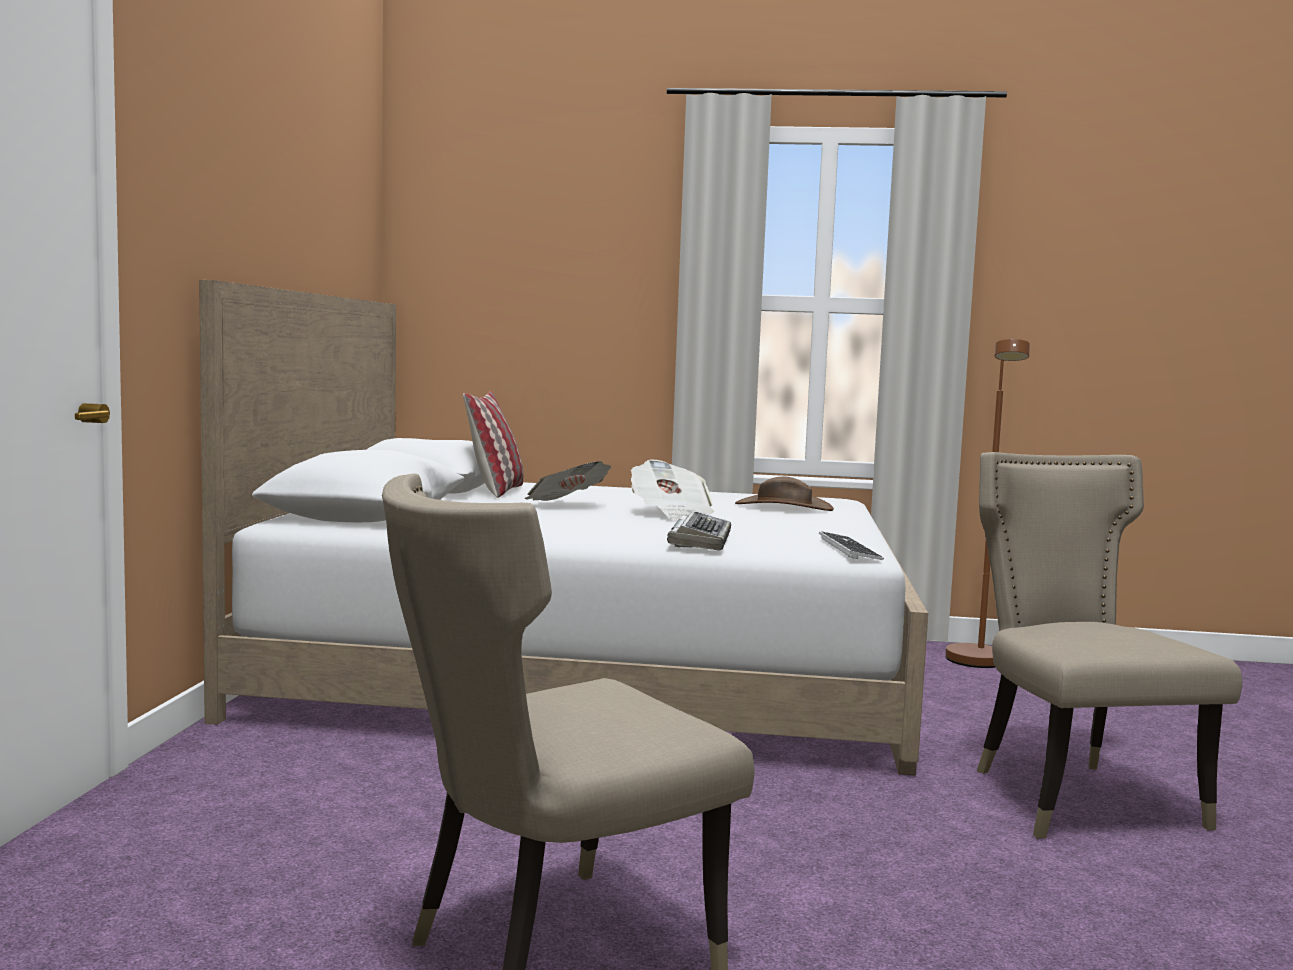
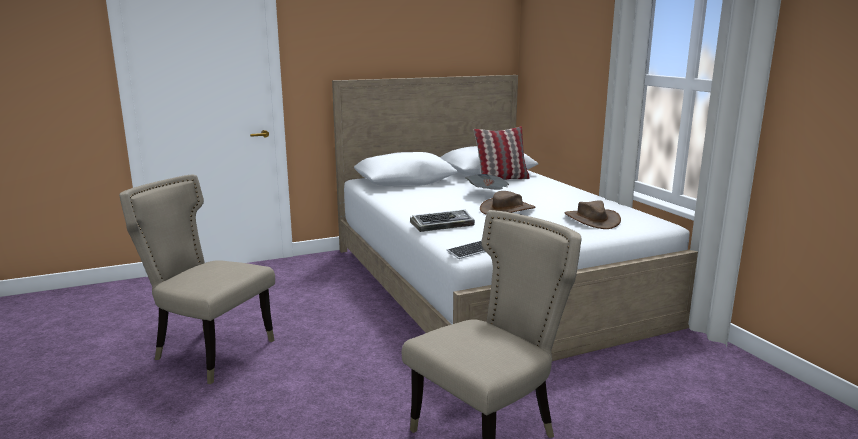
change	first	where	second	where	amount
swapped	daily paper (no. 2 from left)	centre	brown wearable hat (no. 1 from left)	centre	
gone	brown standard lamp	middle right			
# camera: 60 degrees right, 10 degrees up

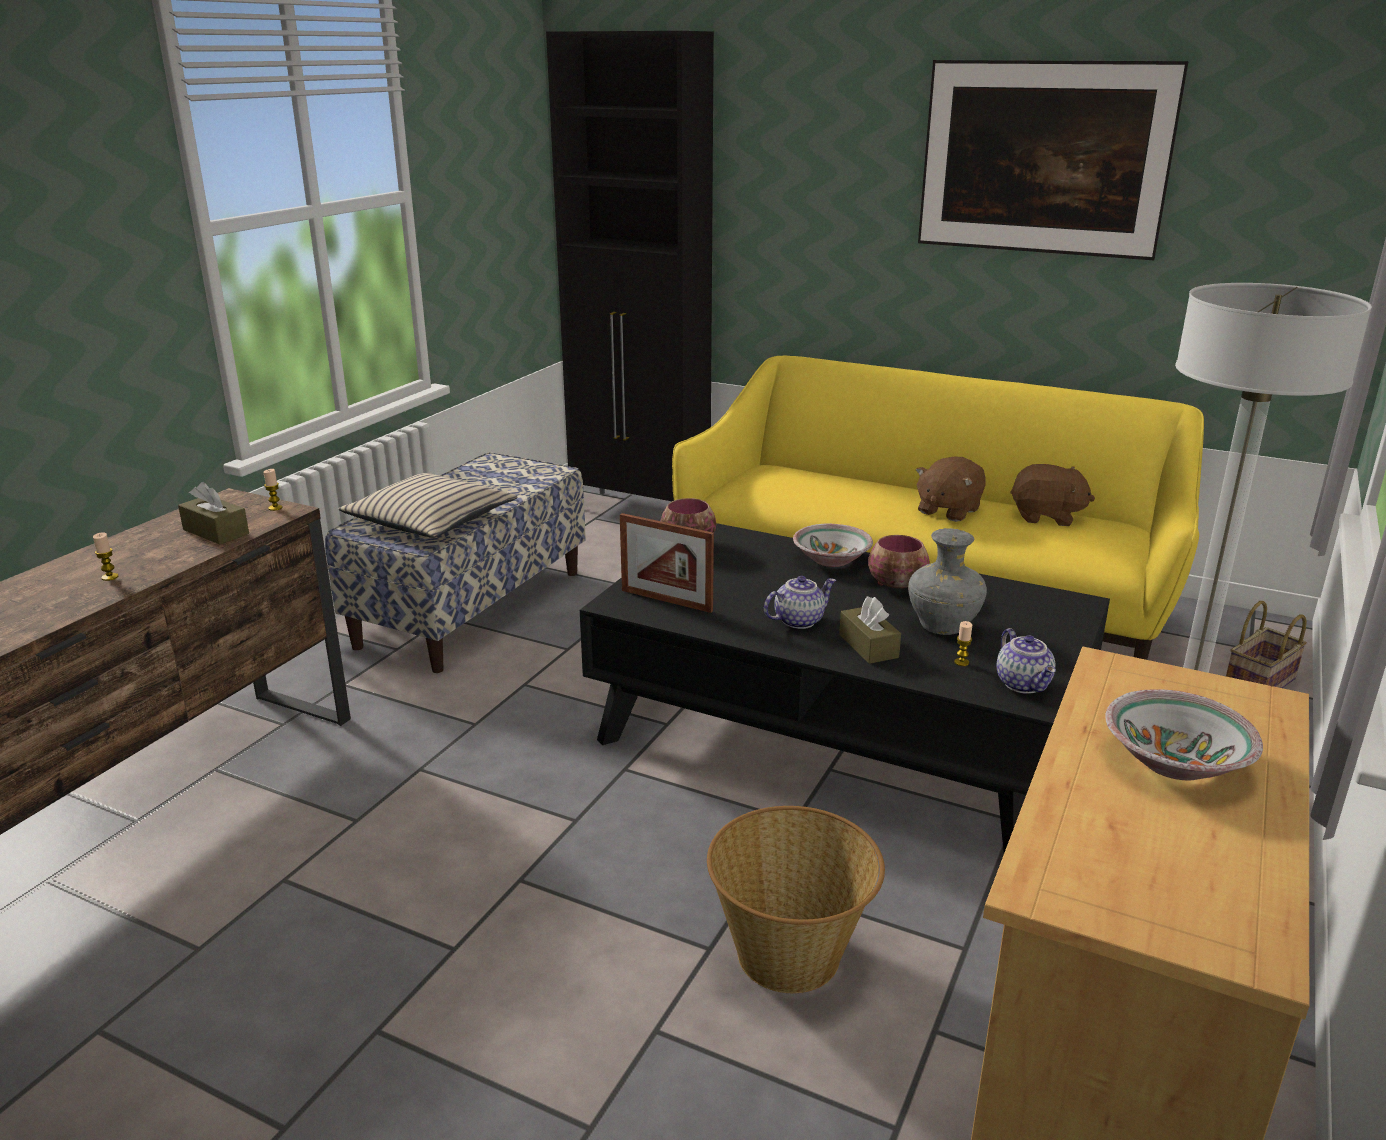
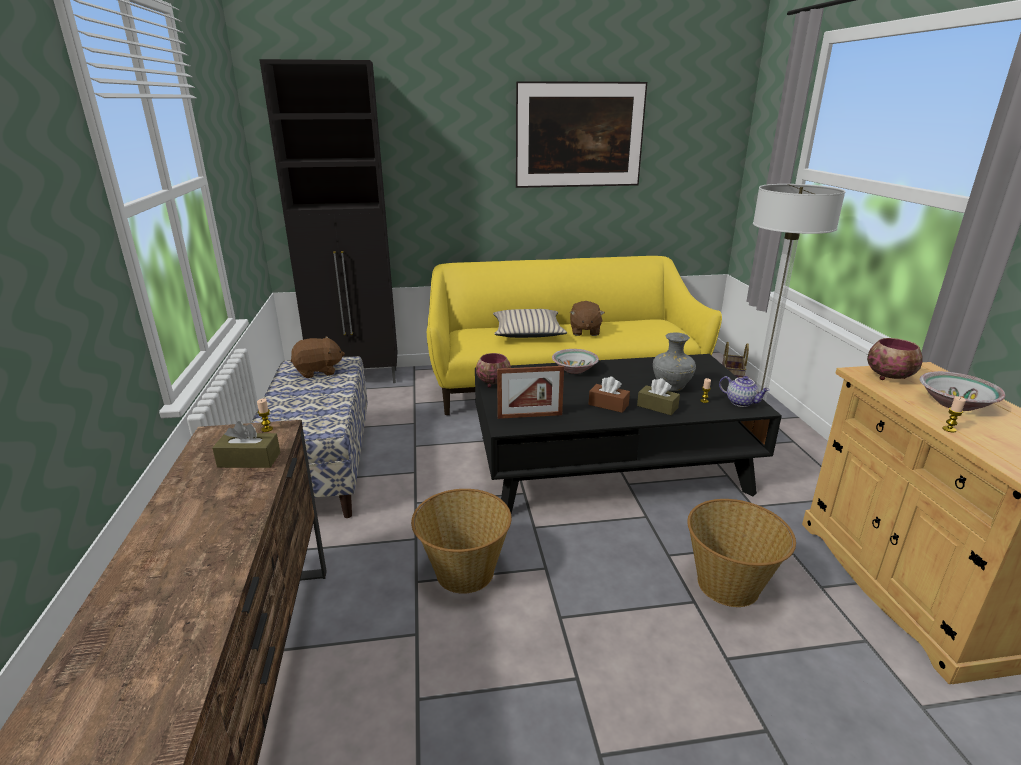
change	first	where	second	where	amount
shifted	wax candle (no. 1 from left in the first image)	middle left	wax candle (no. 3 from left)	middle right	
shifted	beige throw pillow	middle left		centre	
swapped	tea pot (no. 1 from left)	centre	brown box of tissues (no. 2 from left)	centre	
shifted	deep dish (no. 3 from left)	centre		middle right	
shifted	brown plush toy (no. 2 from left in the first image)	middle right	brown plush toy (no. 1 from left)	middle left	
new			basket (no. 1 from left)	bottom centre	
# camera: 35 degrees left, 0 degrees up

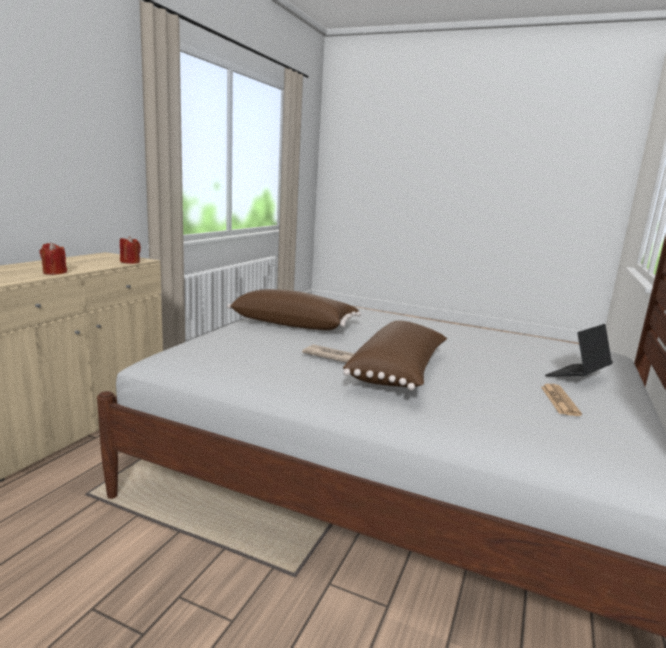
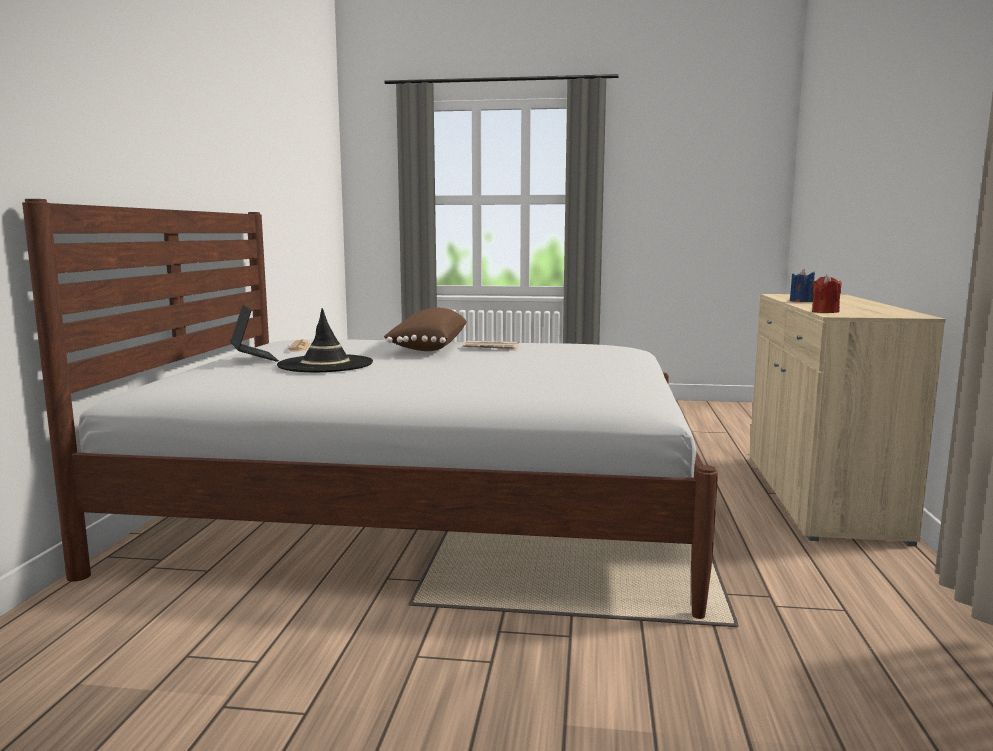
change	first	where	second	where	amount
repainted	red wax candle (no. 1 from left)	middle left	blue-coloured wax candle	middle right	
gone	brown throw pillow (no. 1 from left)	centre			
rotated	portable computer	middle right		middle left	60 degrees counterclockwise
new			black-coloured wearable hat	middle left	
# camera: 165 degrees right, 5 degrees down

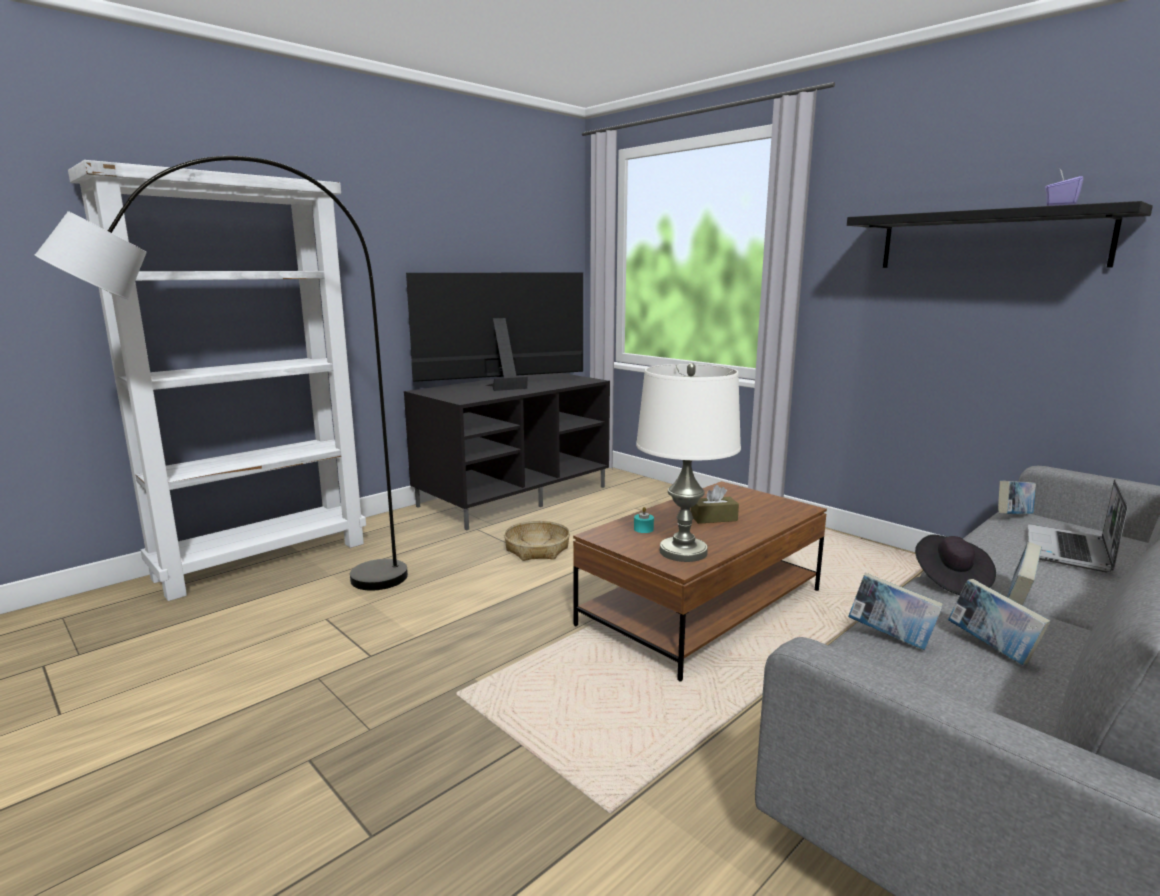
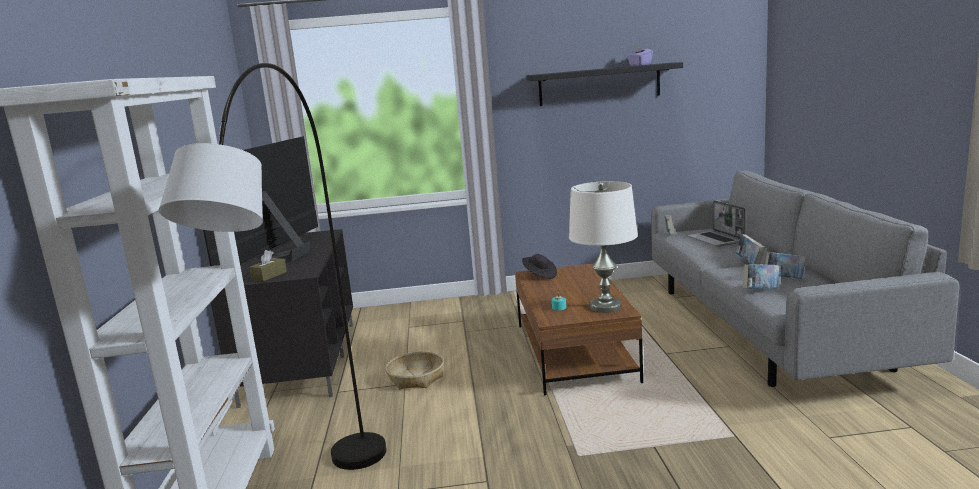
change	first	where	second	where	amount
shifted	brown box of tissues	centre		middle left	
shifted	black-coloured wearable hat	middle right		centre	
# camera: 50 degrees left, 0 degrees up

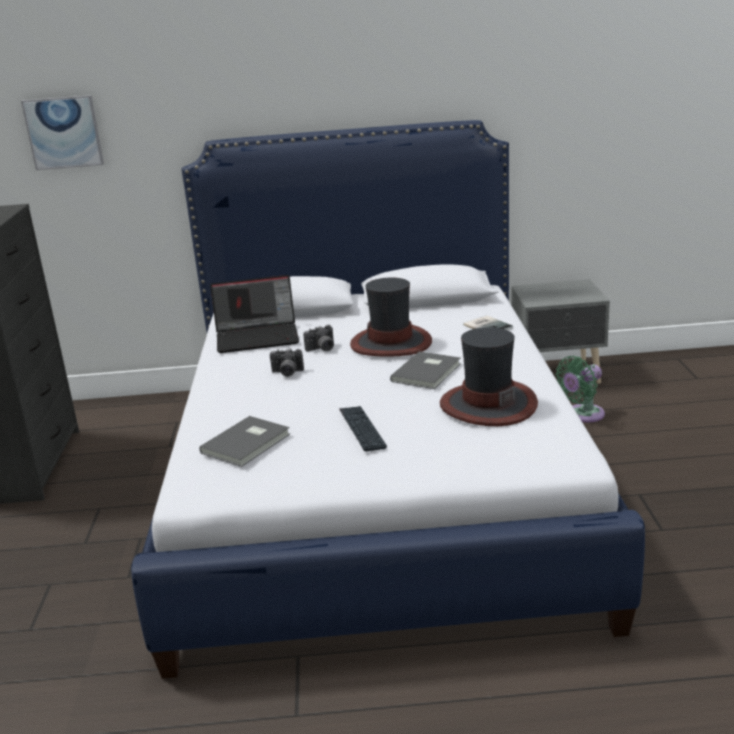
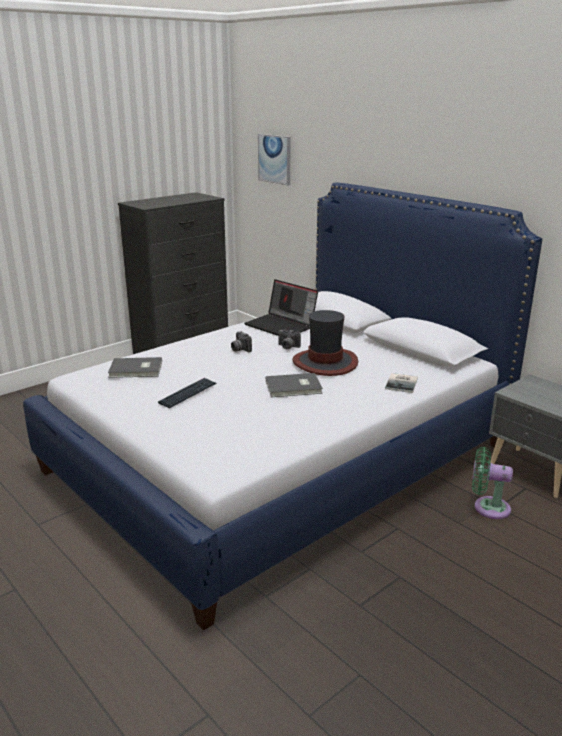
change	first	where	second	where	amount
gone	wearable hat (no. 2 from left)	centre			
# camera: 50 degrees right, 0 degrees up

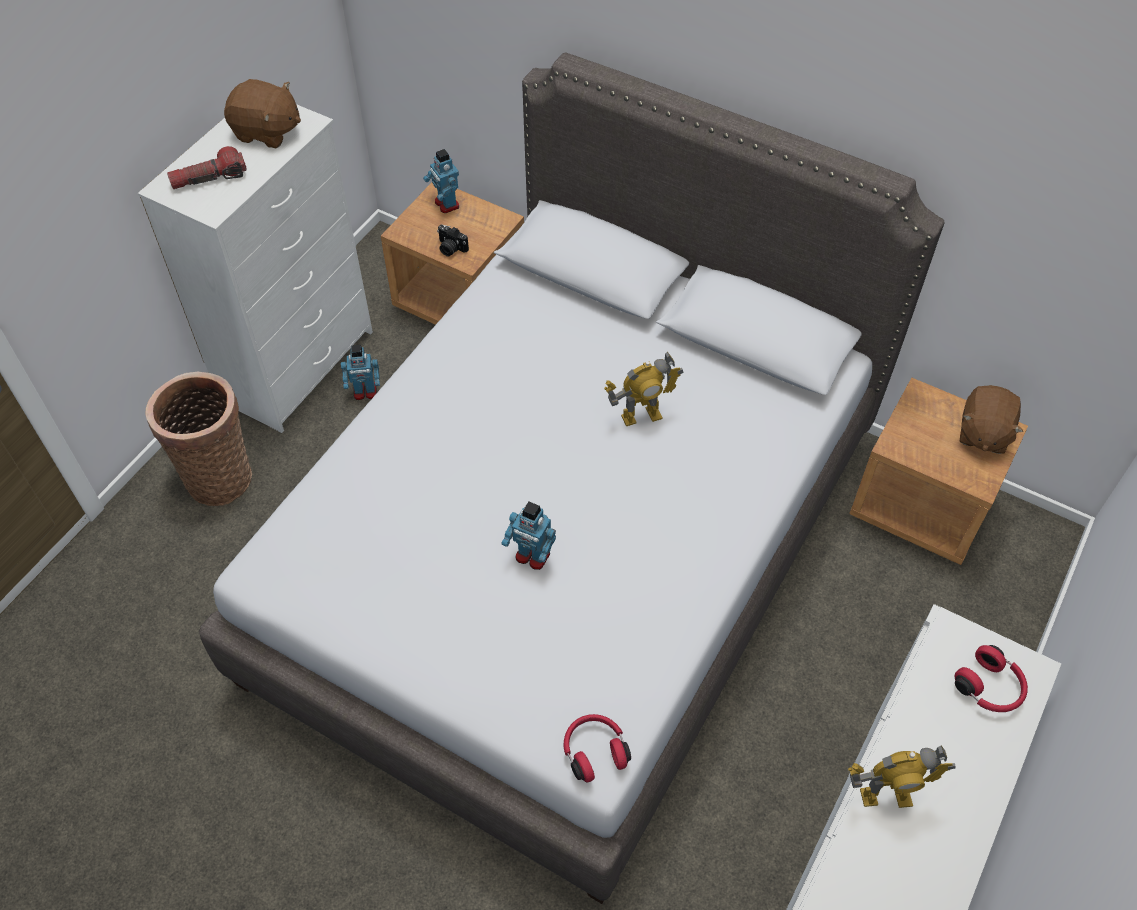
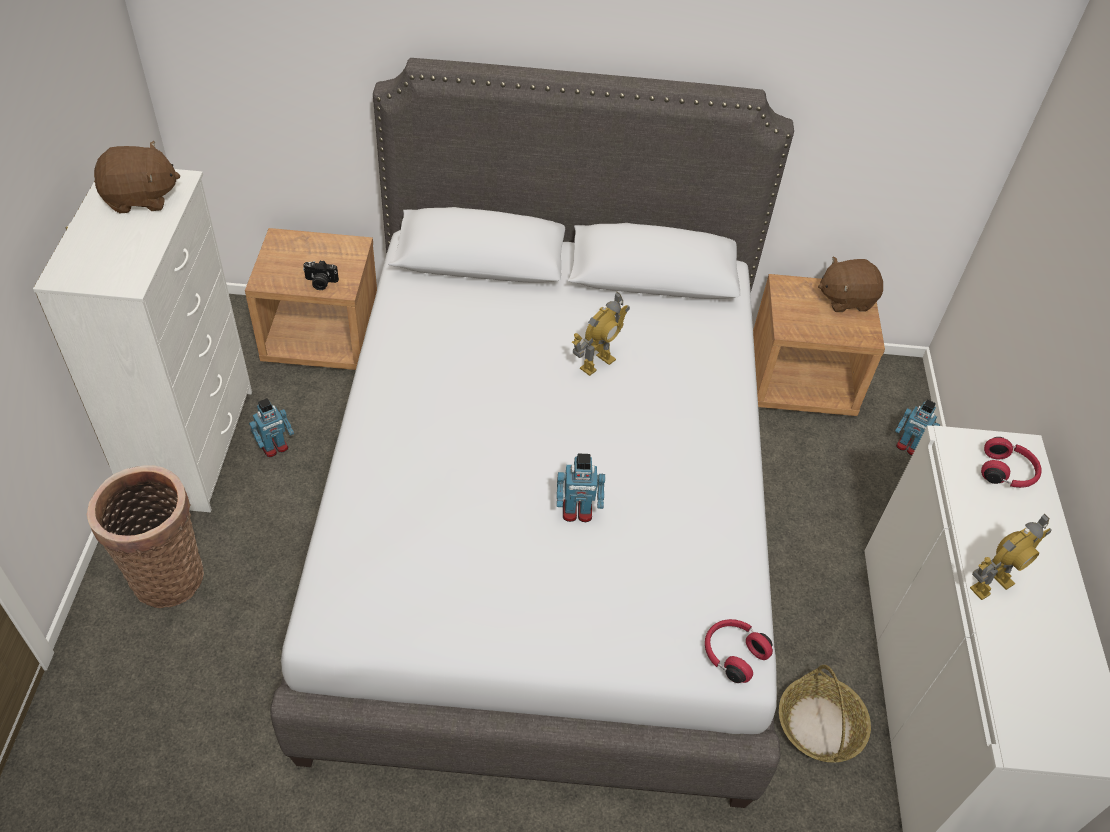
change	first	where	second	where	amount
gone	torch	top left			
shifted	robot figure (no. 2 from left in the first image)	top centre	robot figure (no. 4 from left)	middle right	
rotated	brown plush toy (no. 2 from left)	middle right		middle right	90 degrees clockwise
new			basket (no. 2 from left)	bottom right	
# camera: 30 degrees left, 5 degrees down

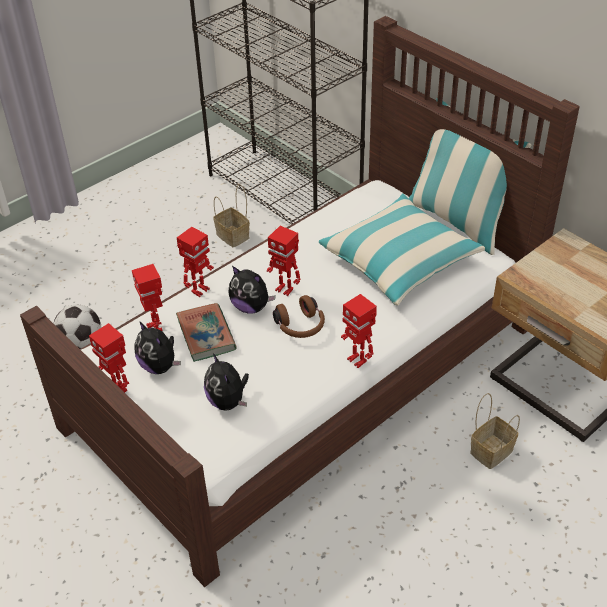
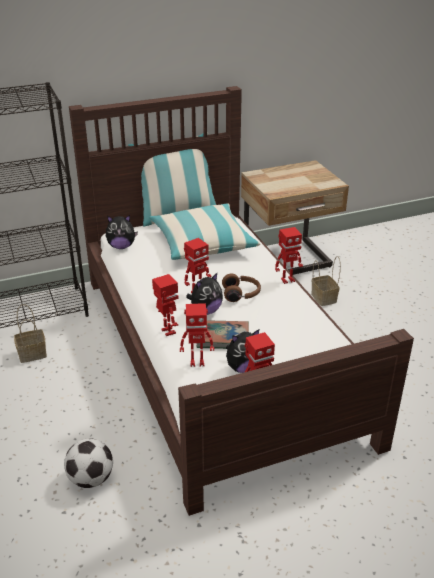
change	first	where	second	where	amount
shifted	plush toy (no. 2 from left in the first image)	centre	plush toy (no. 1 from left)	middle left	
# camera: 70 degrees left, 10 degrees down

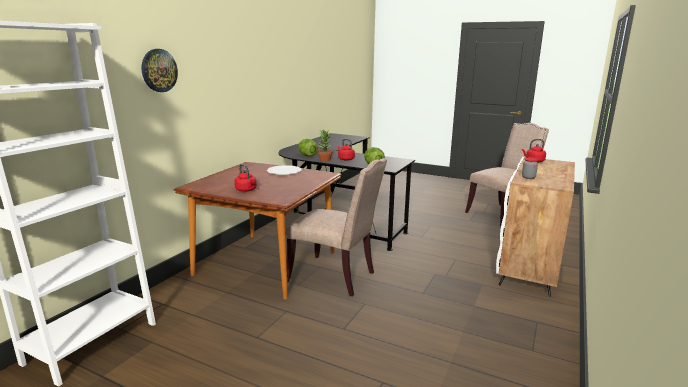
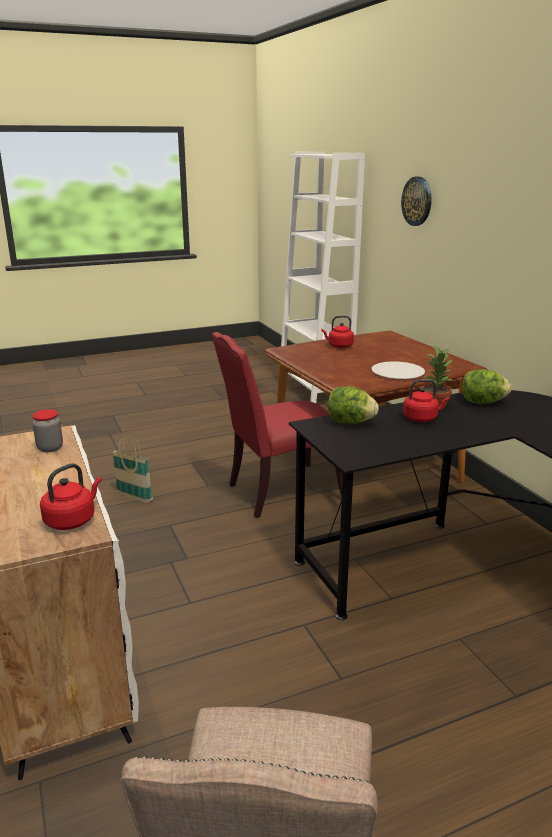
change	first	where	second	where	amount
repainted	beige chair (no. 1 from left)	centre	red chair	centre	
new			basket	middle left	
# camera: 130 degrees right, 5 degrees up

